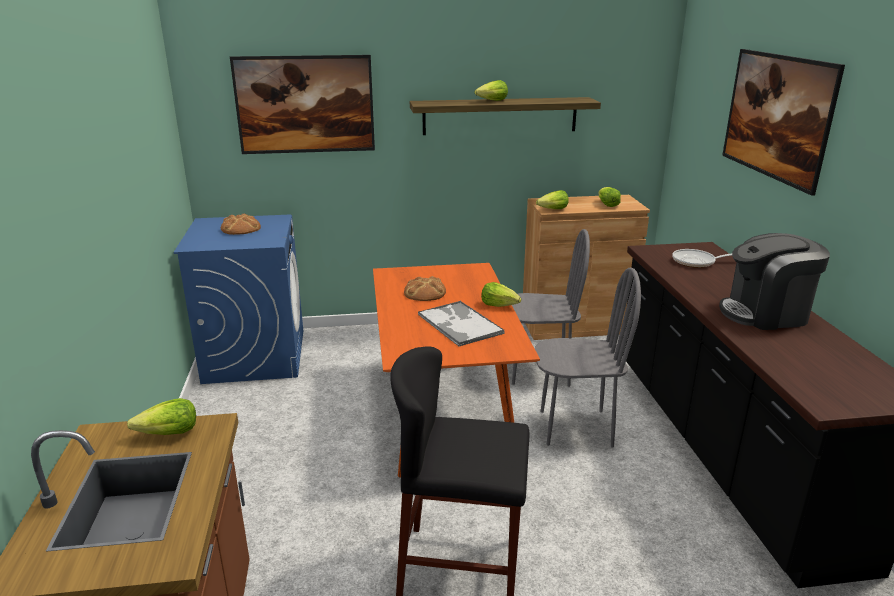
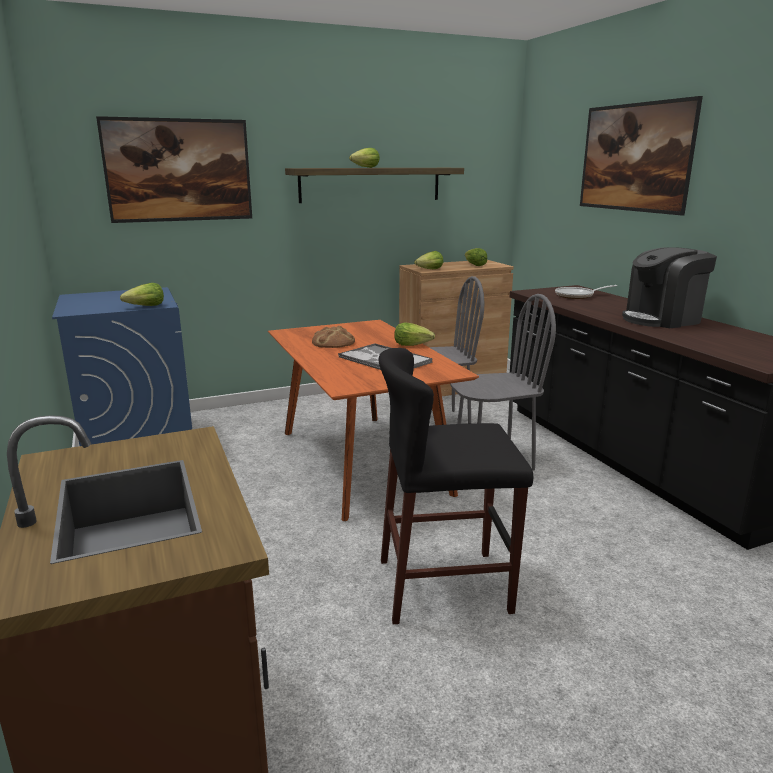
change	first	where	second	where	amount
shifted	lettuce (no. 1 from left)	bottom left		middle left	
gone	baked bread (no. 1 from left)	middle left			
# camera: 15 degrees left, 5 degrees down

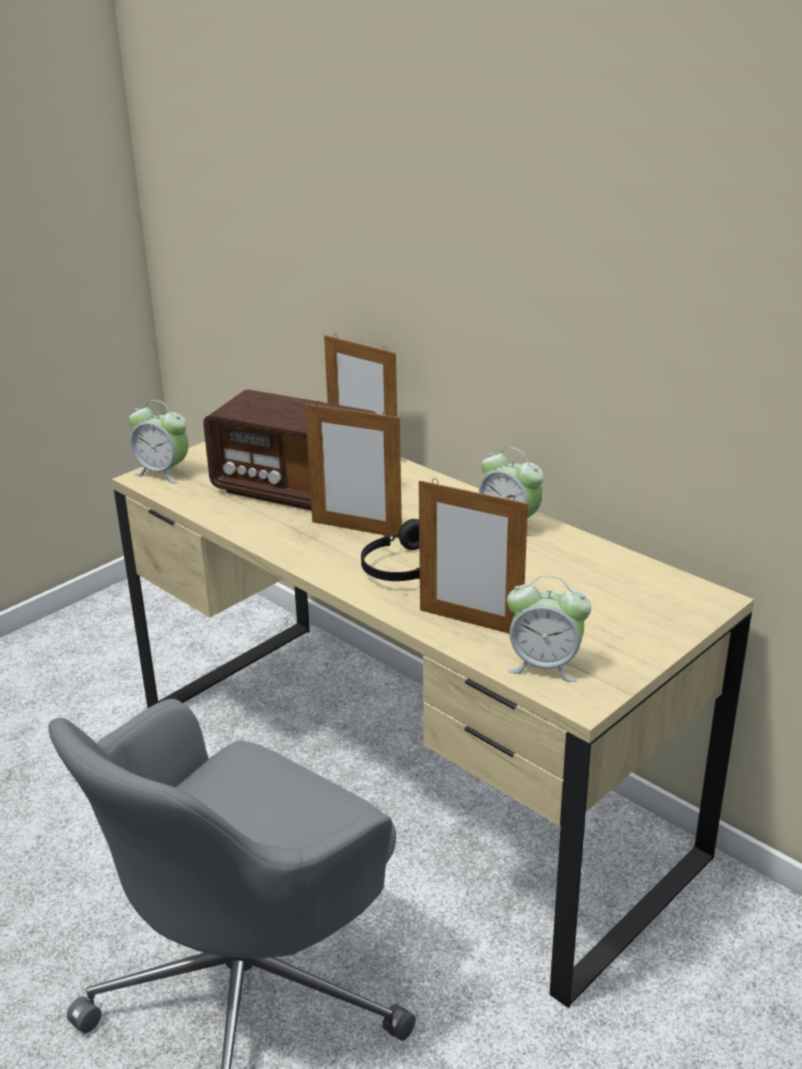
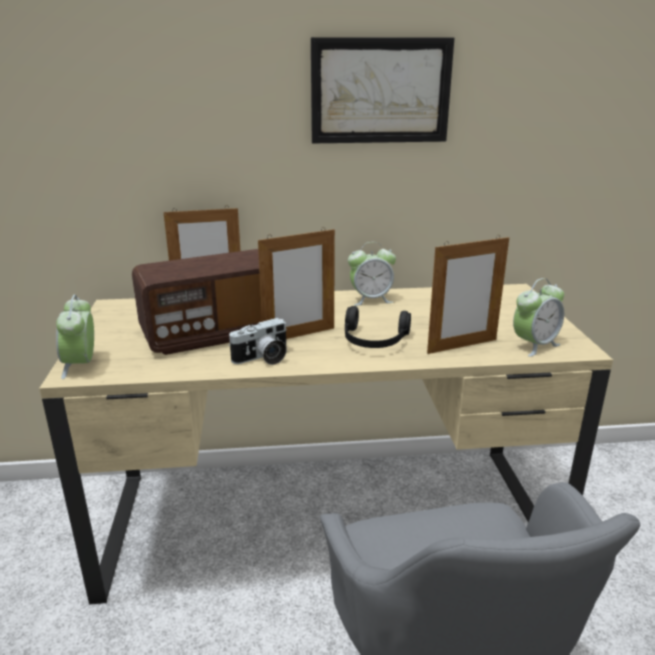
change	first	where	second	where	amount
rotated	alarm clock (no. 1 from left)	middle left		middle left	105 degrees clockwise
new			still camera	centre	
new			wall art	top centre	
# camera: 50 degrees left, 5 degrees down

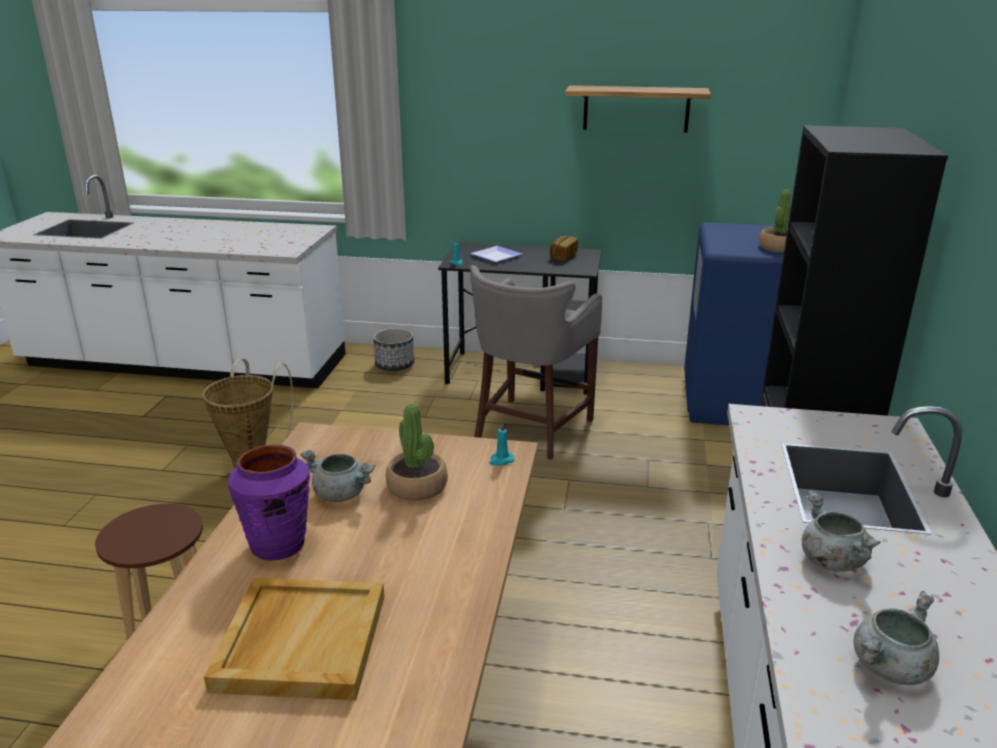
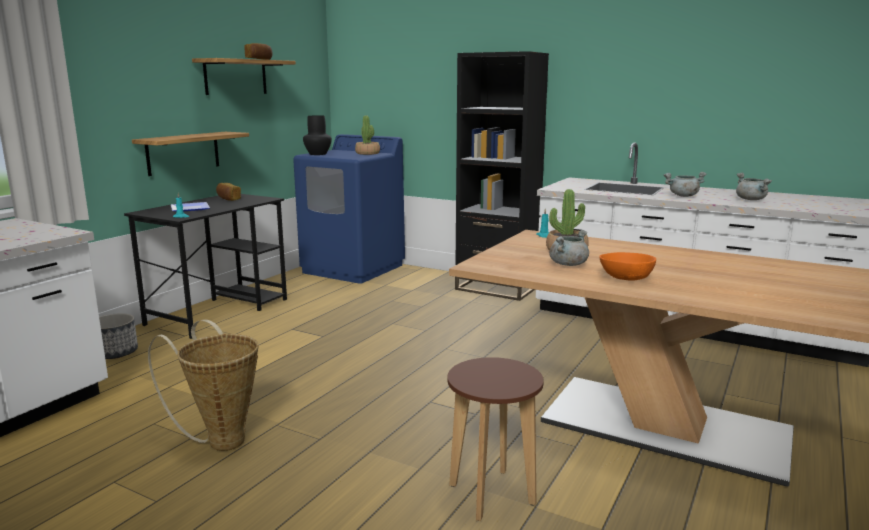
change	first	where	second	where	amount
gone	beige carrying tray	bottom left			
swapped	purple-coloured vase	bottom left	orange-coloured deep dish	middle right	
gone	gray stool	centre			
new			shelf (no. 1 from left)	top left	
new			baked bread (no. 2 from left)	top left	
new			black-coloured vase	top centre	
# camera: 70 degrees left, 10 degrees down

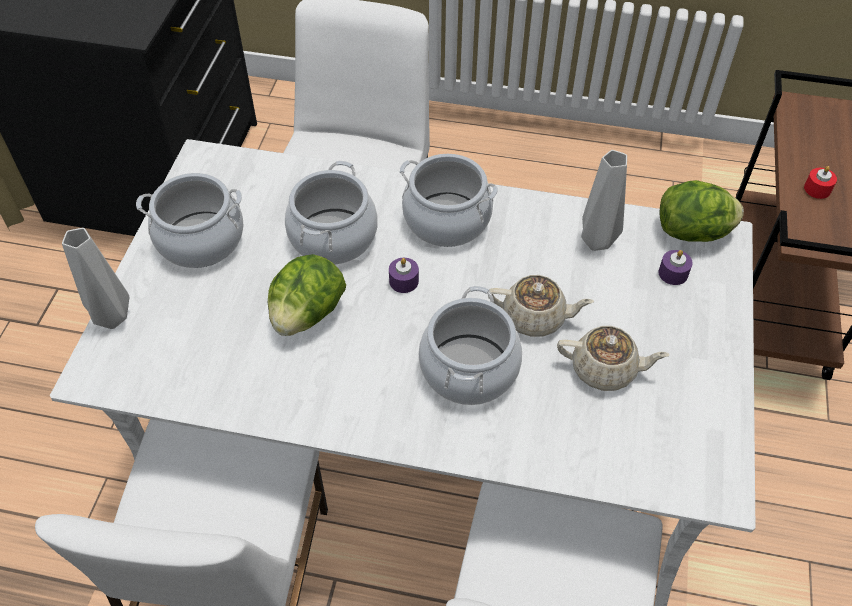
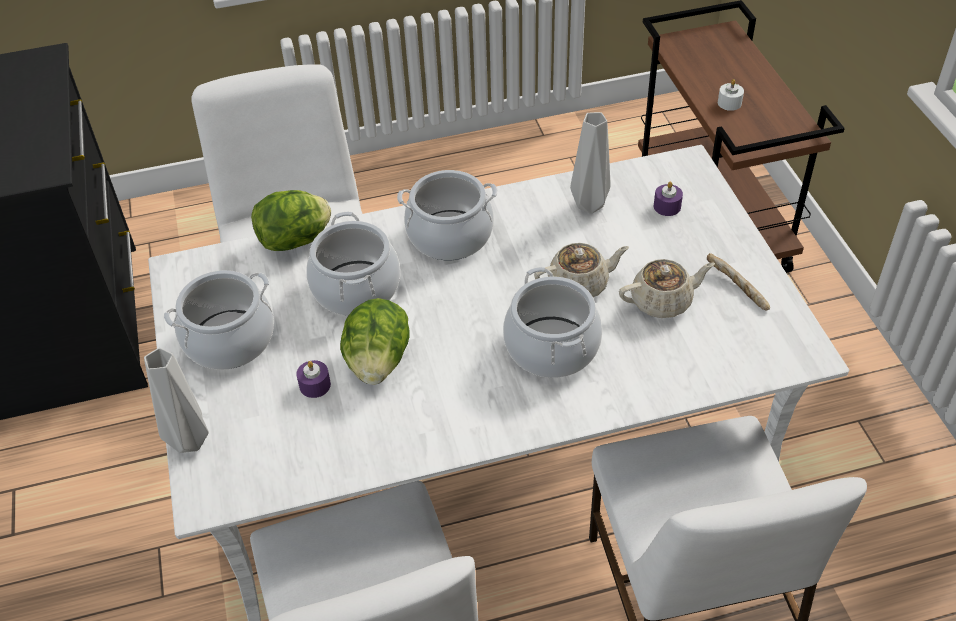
change	first	where	second	where	amount
shifted	purple-coloured wax candle (no. 1 from left)	centre		middle left	
shifted	lettuce (no. 2 from left in the first image)	middle right	lettuce (no. 1 from left)	middle left	
repainted	red wax candle	top right	whitish wax candle	top right	
new			baked bread	middle right	
# camera: 25 degrees left, 5 degrees down

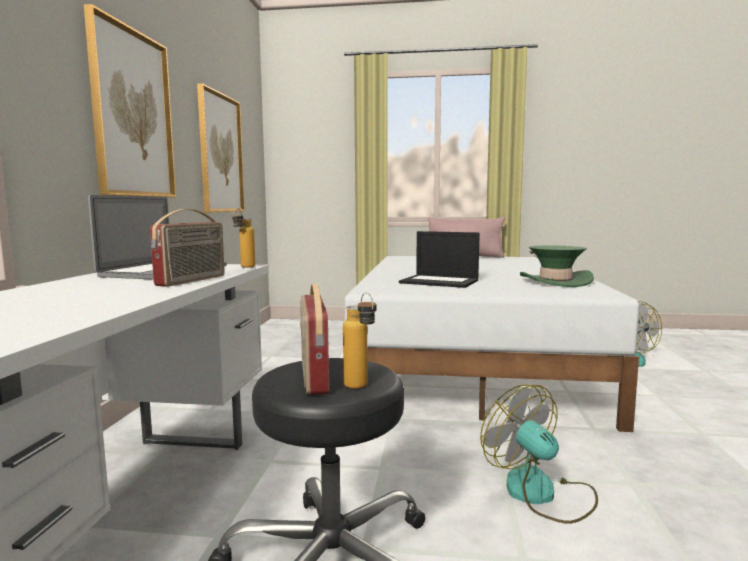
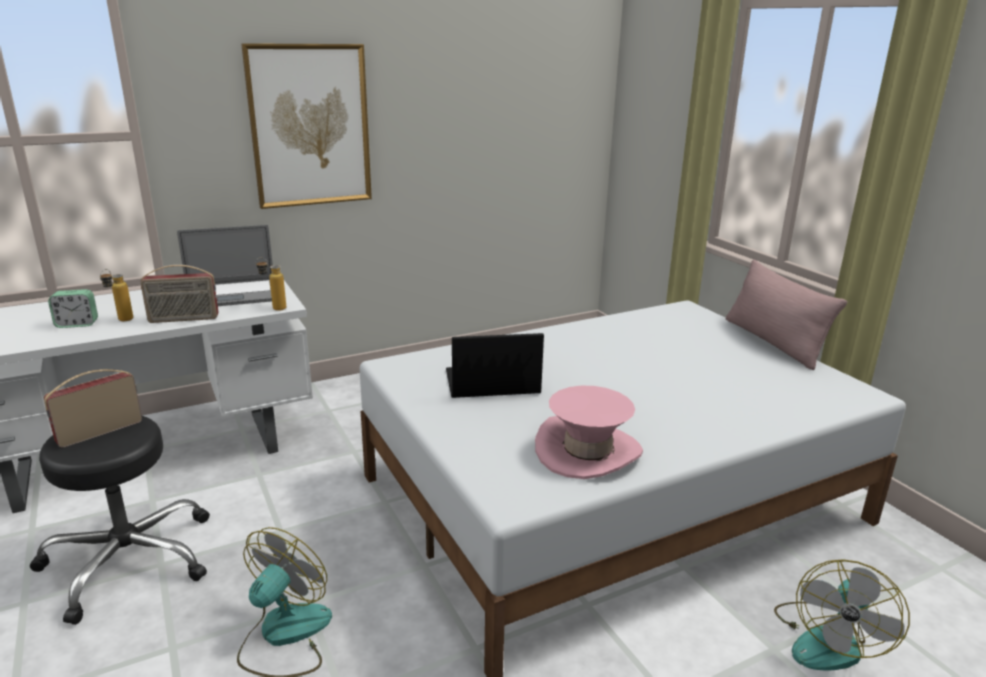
change	first	where	second	where	amount
gone	wall art (no. 2 from left)	top left			
shifted	beverage bottle (no. 2 from left in the first image)	centre	beverage bottle (no. 1 from left)	middle left	
rotated	portable computer (no. 2 from left)	centre		centre	90 degrees clockwise
repainted	green wearable hat	middle right	pink-coloured wearable hat	centre	
new			alarm clock	middle left	
# camera: 55 degrees right, 15 degrees up

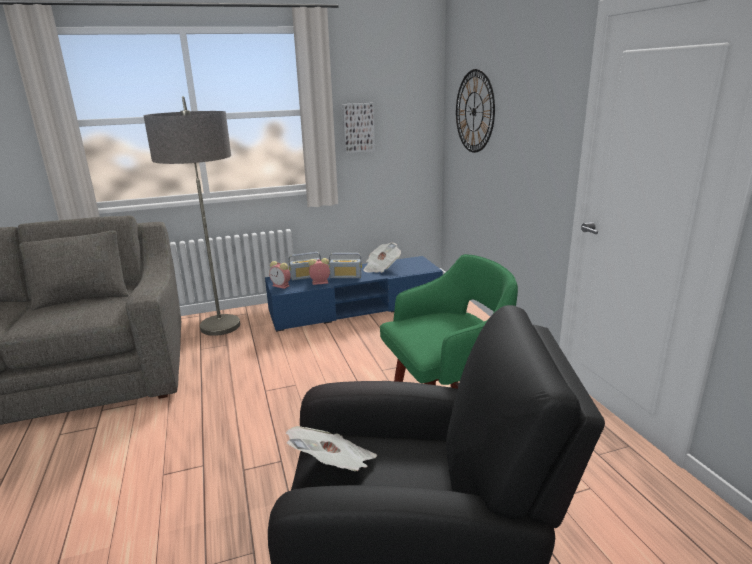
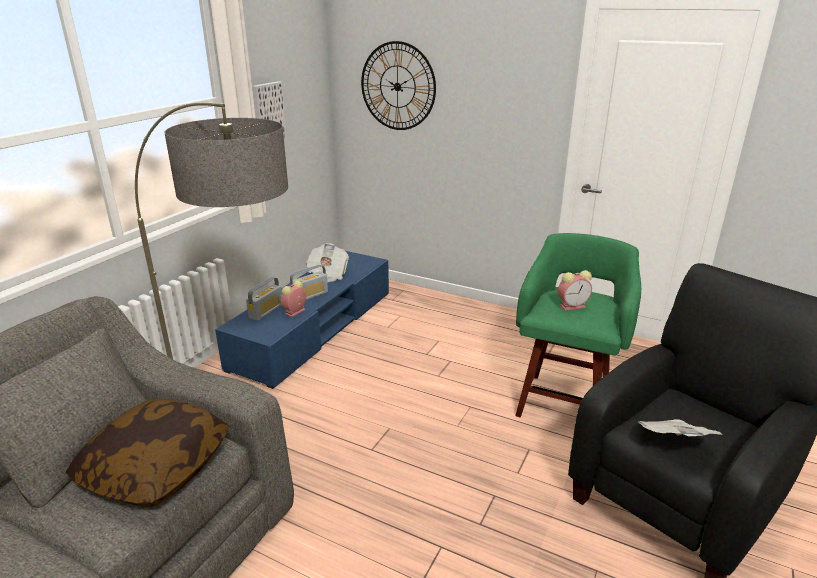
change	first	where	second	where	amount
shifted	alarm clock (no. 1 from left in the first image)	centre	alarm clock (no. 2 from left)	middle right	
new			throw pillow	bottom left	
# camera: 45 degrees left, 5 degrees up

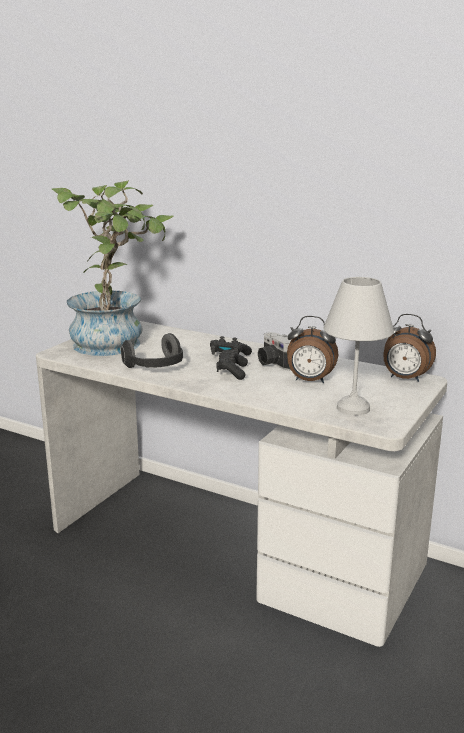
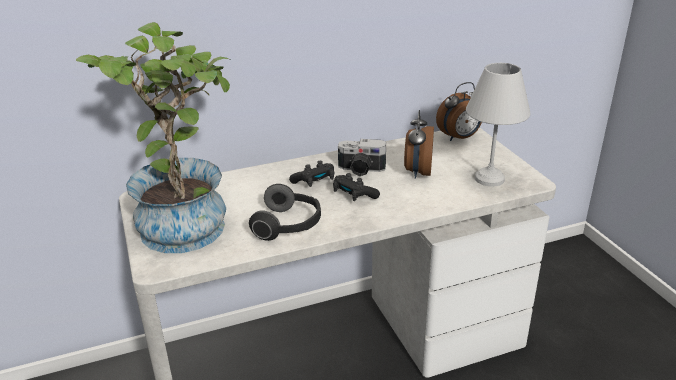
change	first	where	second	where	amount
rotated	alarm clock (no. 1 from left)	middle right		centre	135 degrees clockwise
# camera: 50 degrees left, 10 degrees up

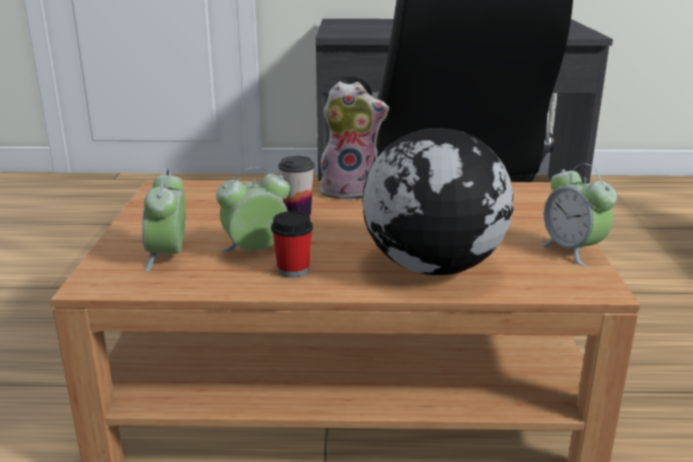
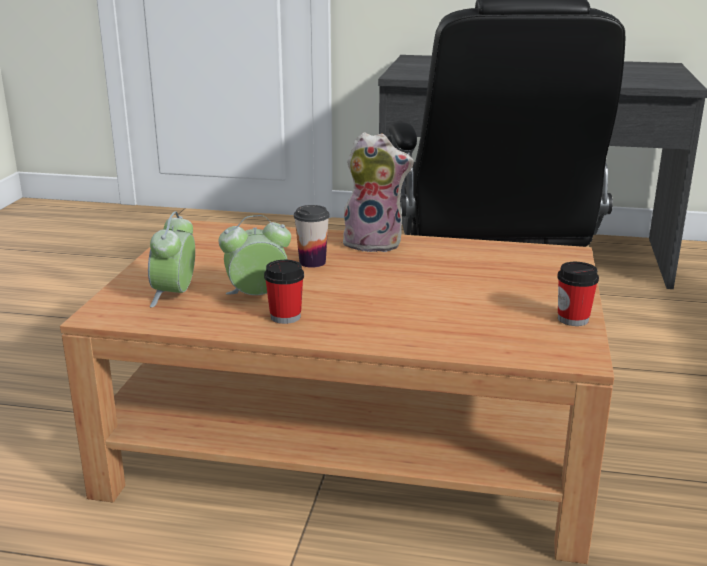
change	first	where	second	where	amount
gone	globe	centre			
swapped	alarm clock (no. 3 from left)	middle right	small cup (no. 3 from left)	middle right	
# camera: 10 degrees right, 0 degrees up

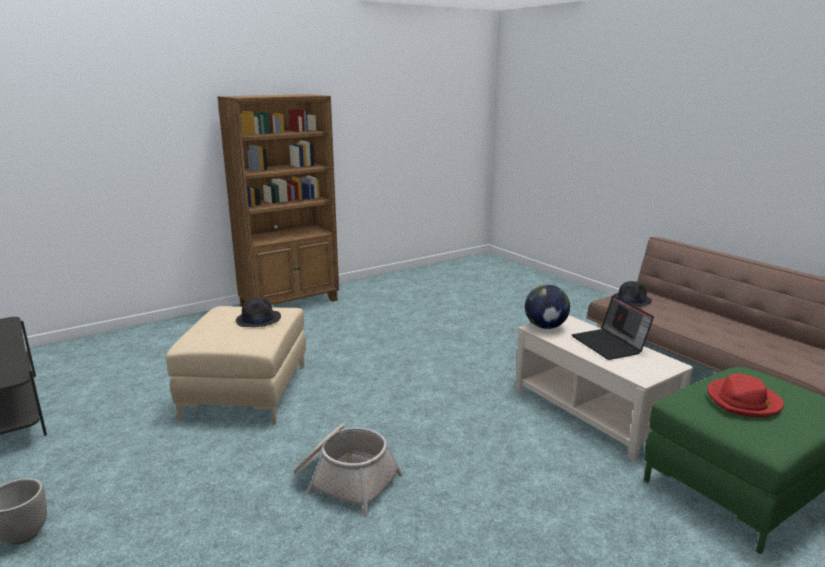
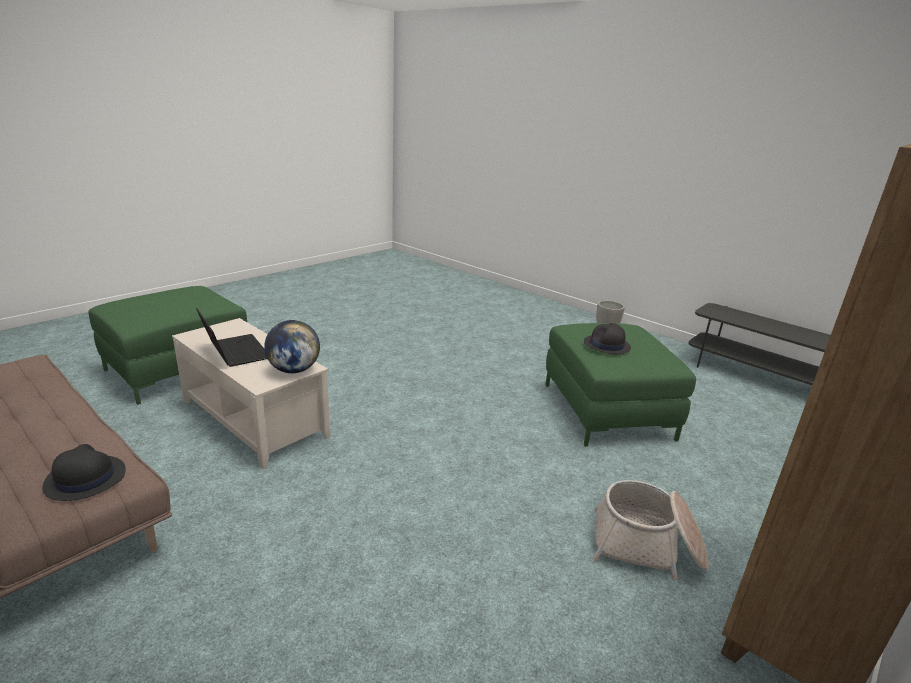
change	first	where	second	where	amount
repainted	beige pouffe	middle left	green pouffe (no. 2 from left)	middle right	
shifted	basket	bottom centre		bottom right	
gone	red wearable hat	bottom right			
# camera: 165 degrees right, 5 degrees up

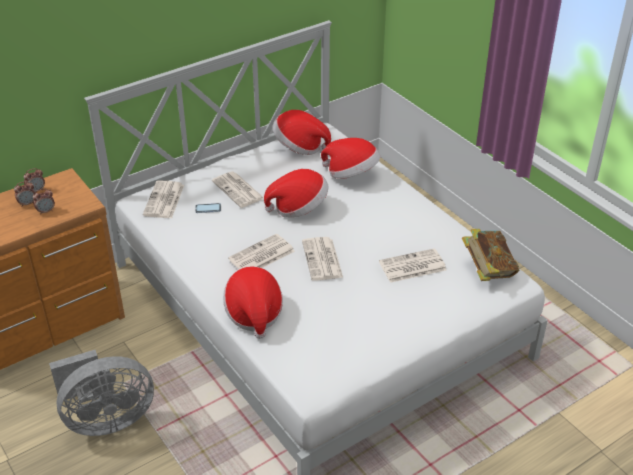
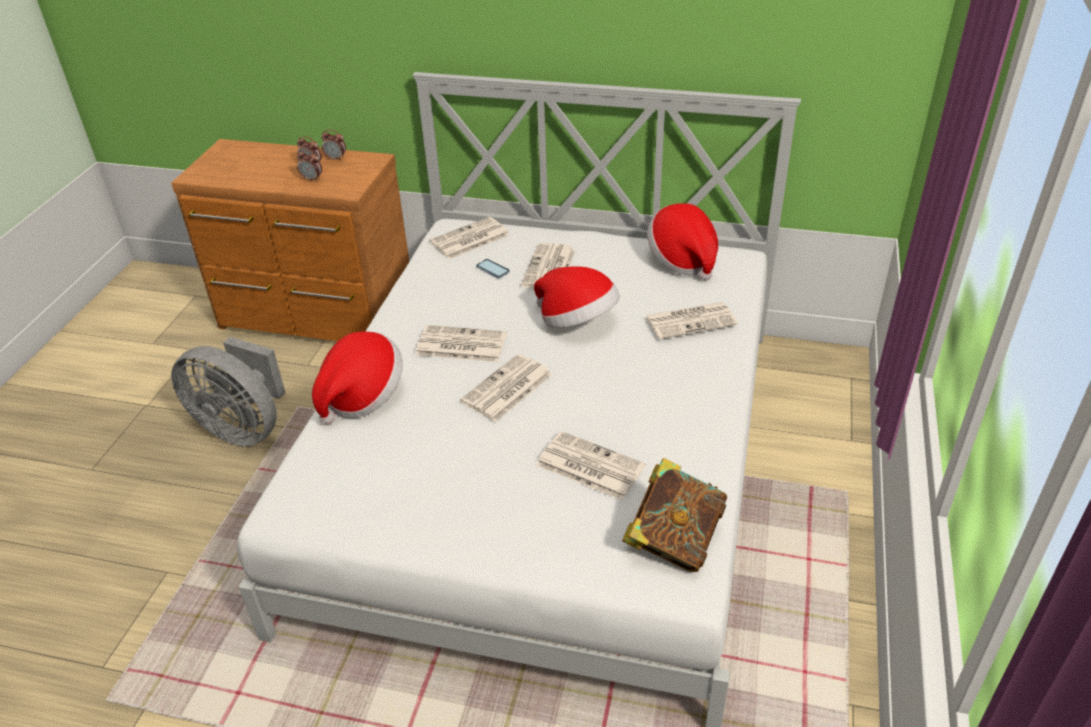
change	first	where	second	where	amount
swapped	wearable hat (no. 4 from left)	top centre	daily paper (no. 6 from left)	centre	
# camera: 50 degrees right, 0 degrees up

